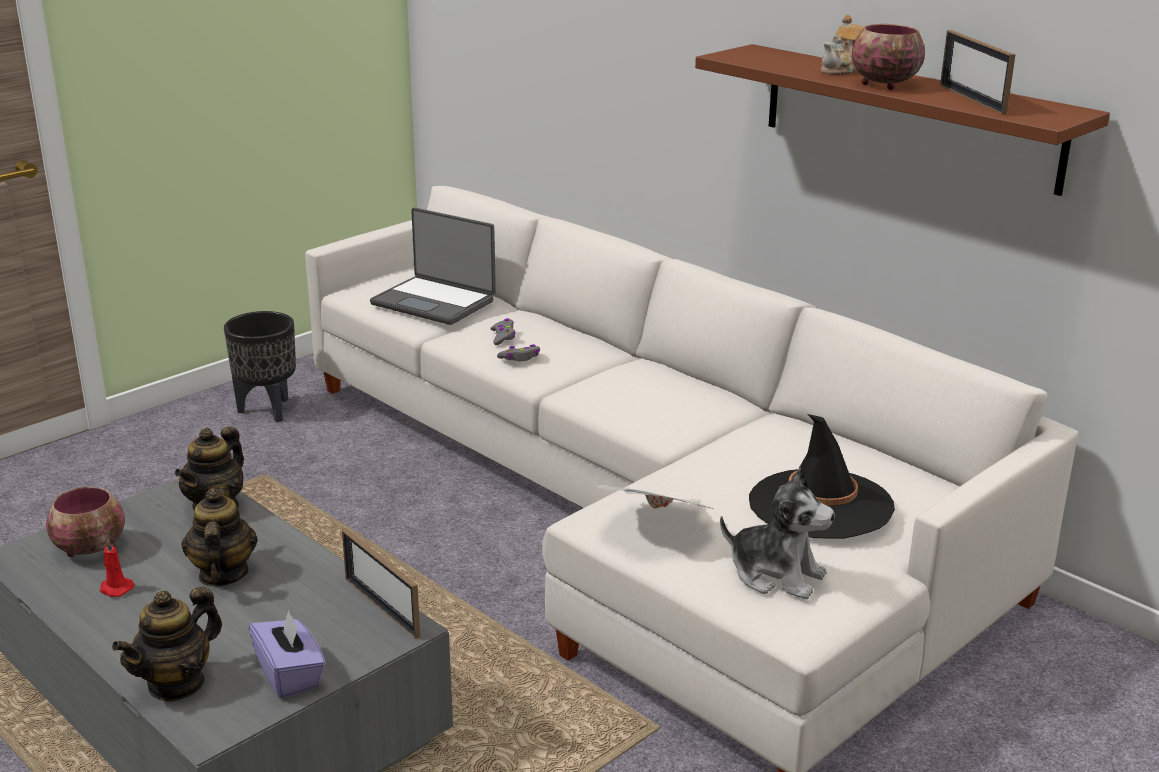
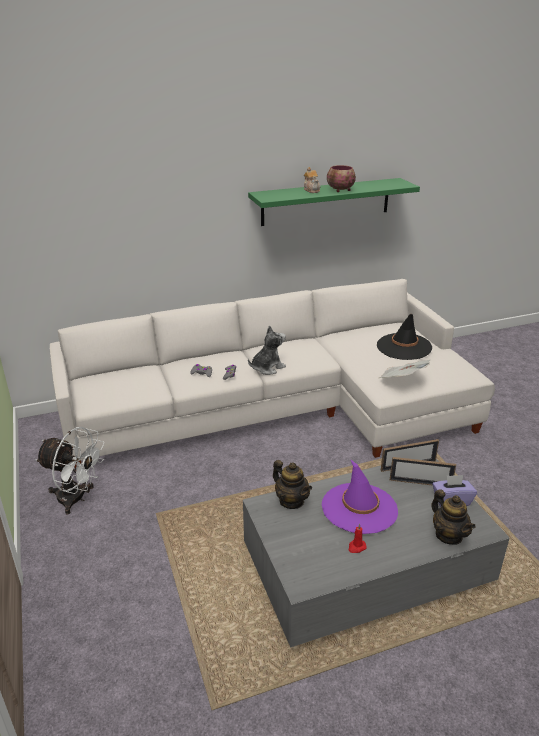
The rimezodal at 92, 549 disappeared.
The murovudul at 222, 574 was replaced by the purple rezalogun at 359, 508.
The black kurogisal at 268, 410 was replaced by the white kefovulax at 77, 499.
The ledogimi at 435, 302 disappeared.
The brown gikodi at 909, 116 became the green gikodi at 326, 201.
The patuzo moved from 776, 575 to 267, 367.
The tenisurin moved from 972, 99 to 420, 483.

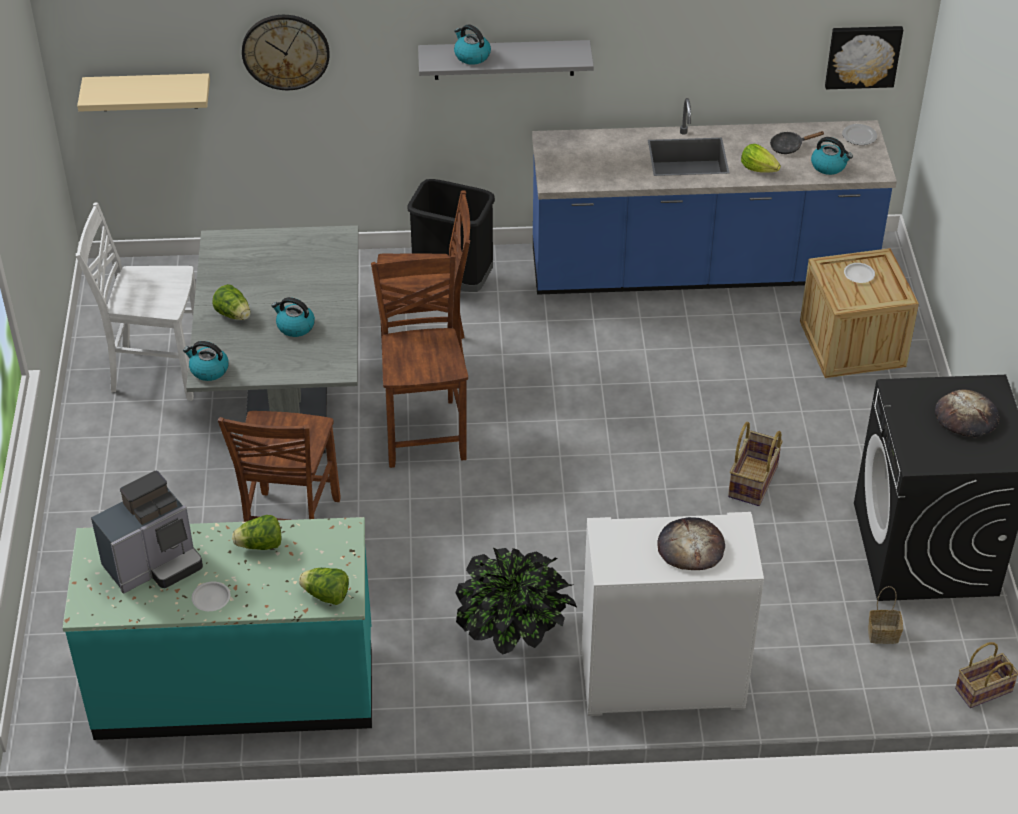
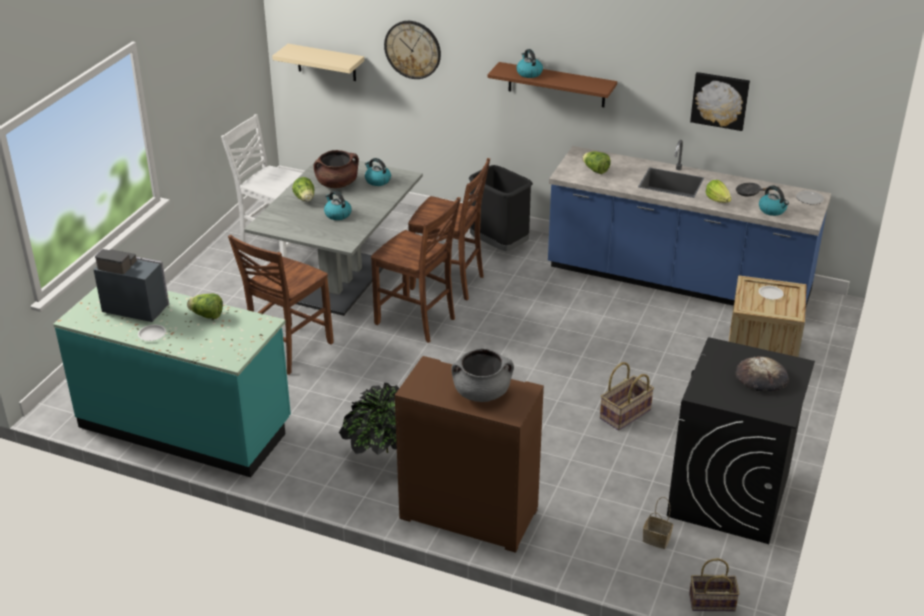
The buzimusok at 154, 564 turned 150 degrees counterclockwise.
The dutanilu moved from 208, 370 to 377, 181.
The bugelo moved from 326, 595 to 595, 170.
The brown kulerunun at 424, 431 turned 105 degrees clockwise.
The grey gikodi at 504, 59 became the brown gikodi at 556, 85.
The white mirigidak at 661, 680 became the brown mirigidak at 467, 514.
The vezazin at 691, 547 was replaced by the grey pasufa at 482, 393.
The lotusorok moved from 862, 55 to 720, 100.
The brown pasufa at 337, 184 appeared.

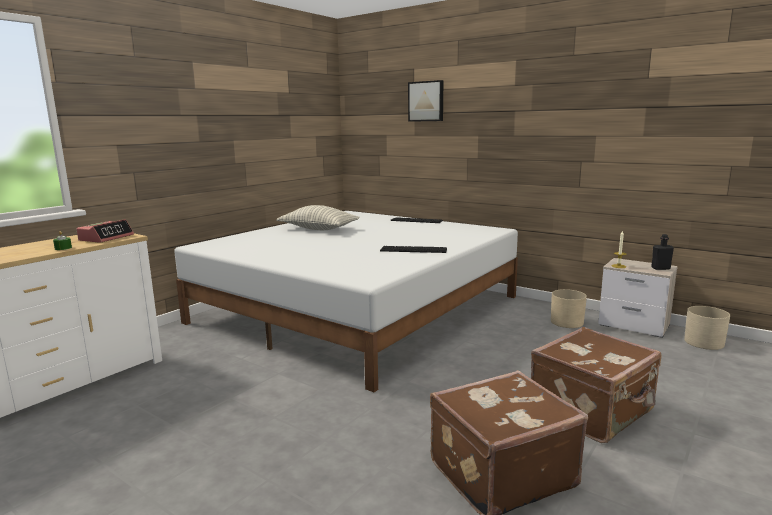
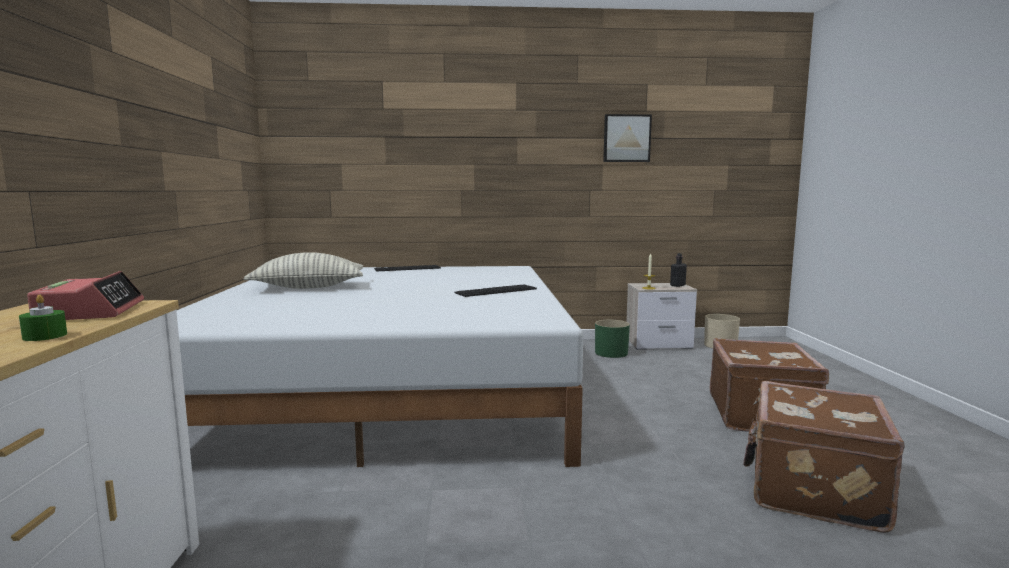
The lotusorok moved from 426, 101 to 626, 138.
The beige kurogisal at 567, 322 became the green kurogisal at 611, 353.

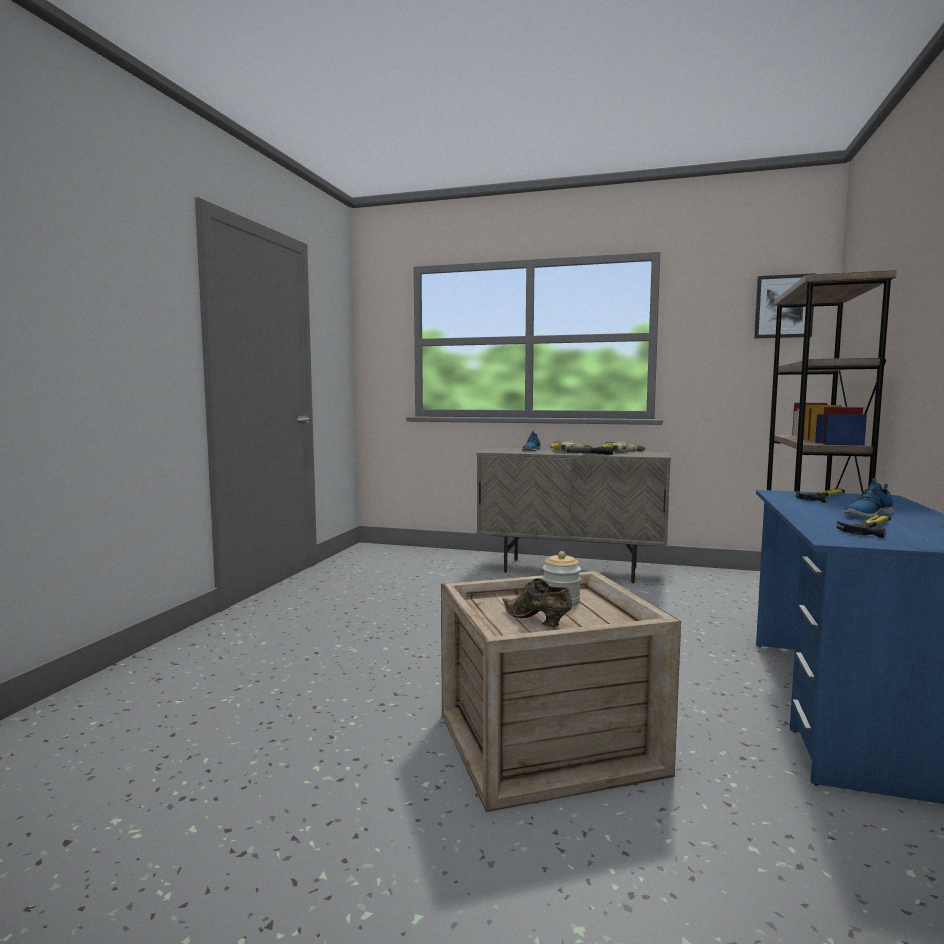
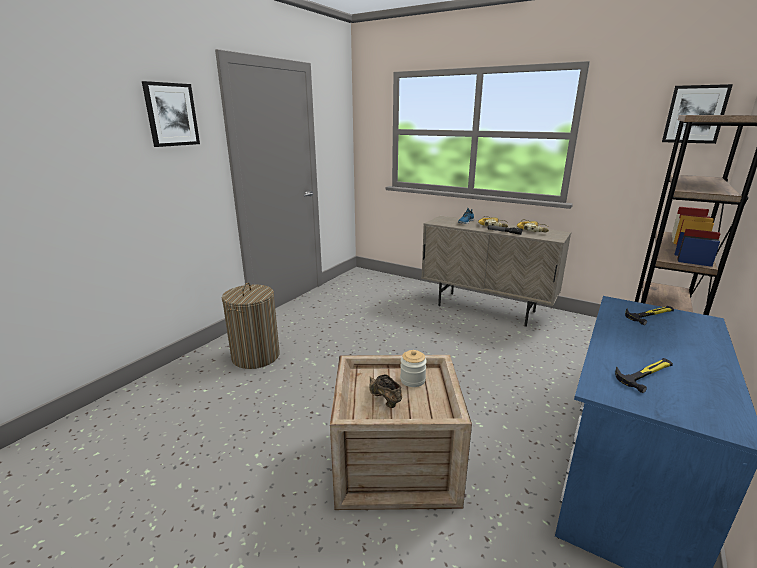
The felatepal at 867, 514 disappeared.
The lotusorok at 171, 114 appeared.
The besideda at 255, 356 appeared.

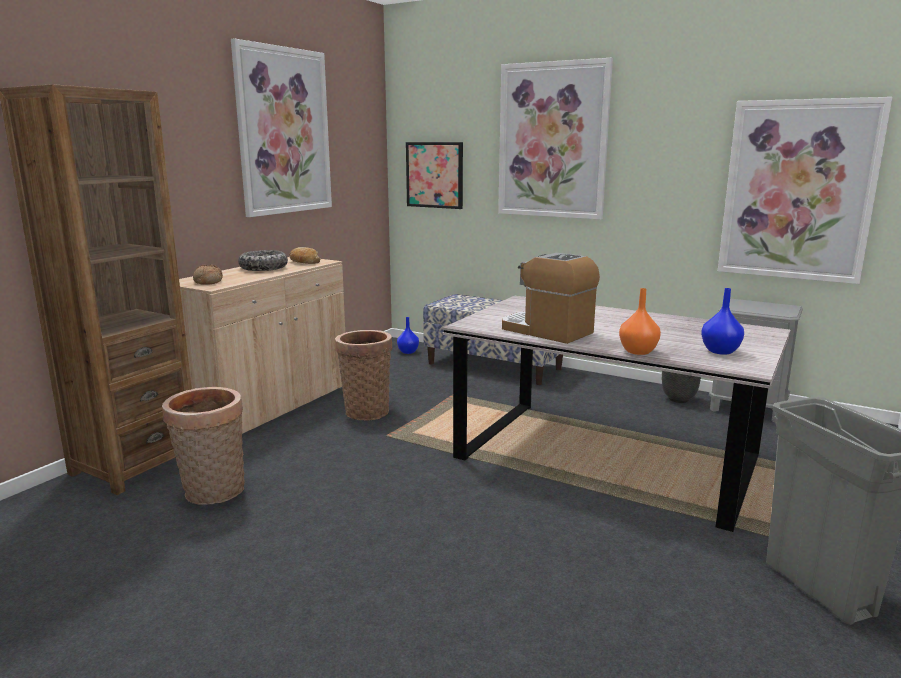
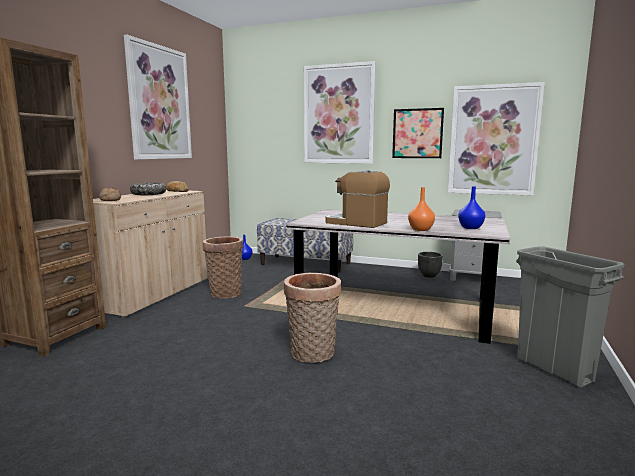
The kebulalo moved from 213, 493 to 312, 355.
The lotusorok moved from 435, 175 to 417, 133.

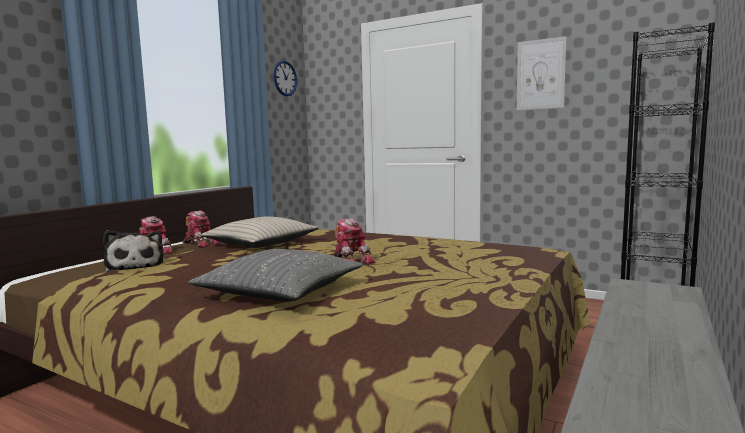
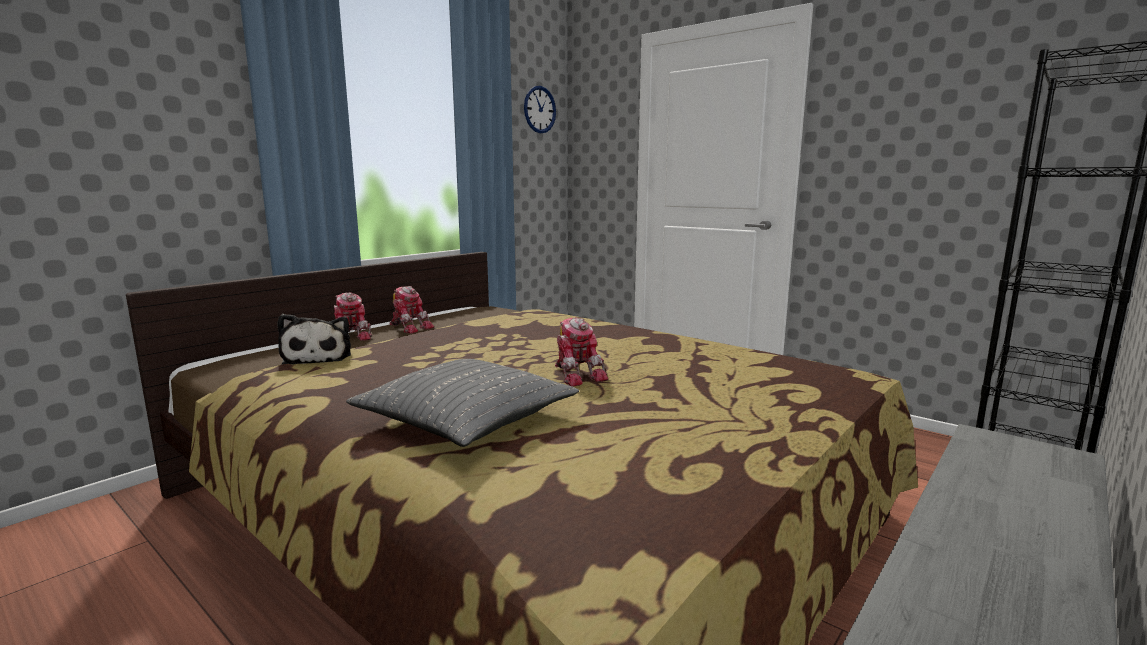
The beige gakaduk at 261, 243 disappeared.
The lotusorok at 540, 74 disappeared.

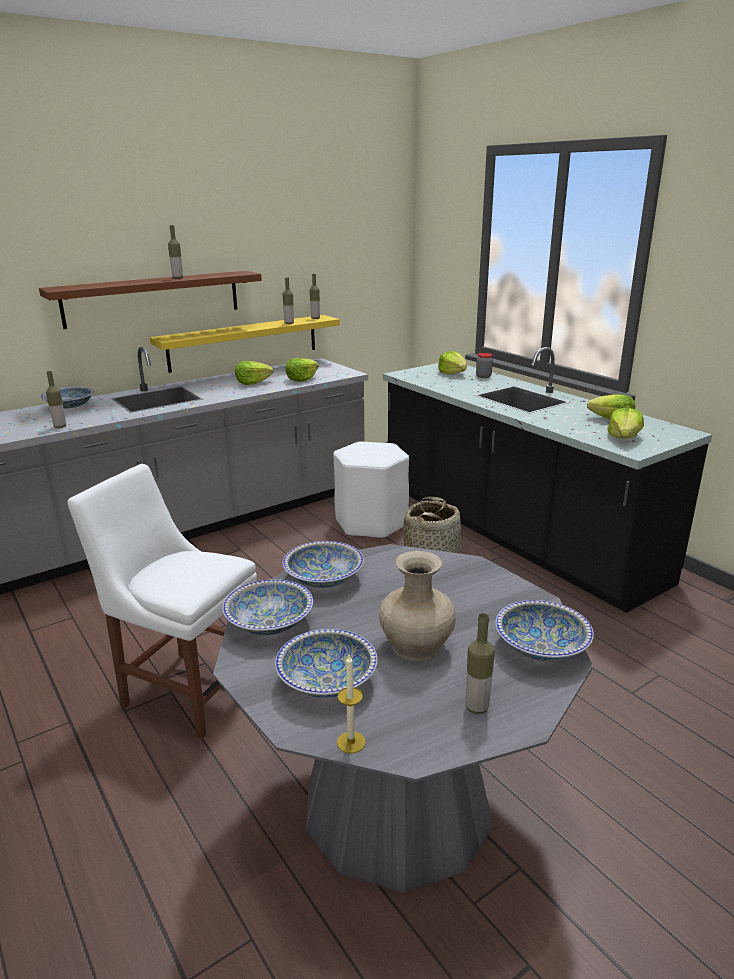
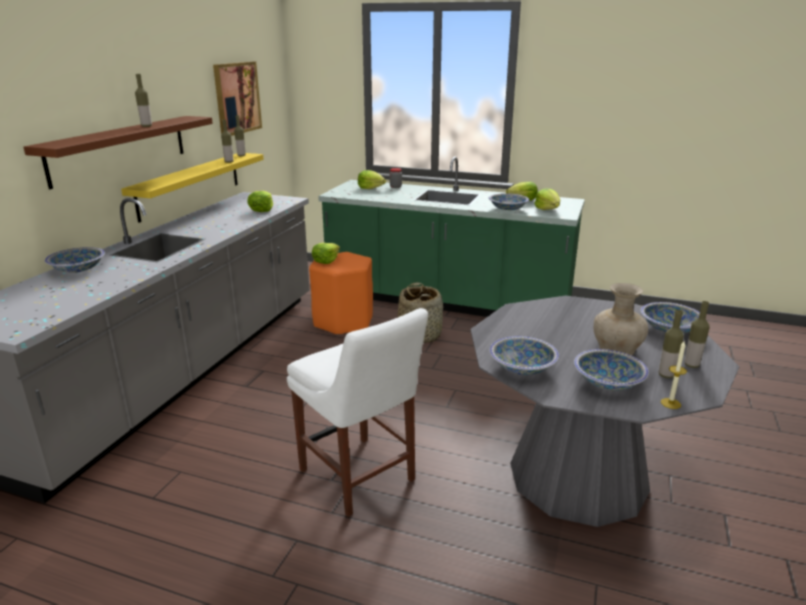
The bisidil moved from 60, 426 to 666, 375.
The white kulerunun at 186, 689 turned 120 degrees counterclockwise.
The bugelo moved from 252, 383 to 326, 261.
The rimezodal moved from 323, 579 to 507, 209.
The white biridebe at 371, 523 became the orange biridebe at 343, 321.
The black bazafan at 512, 533 became the green bazafan at 447, 301.
The lotusorok at 237, 98 appeared.

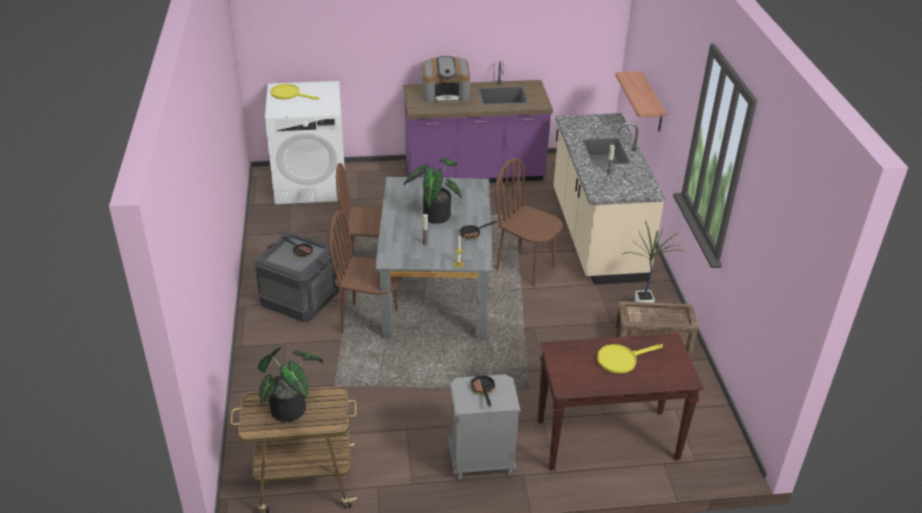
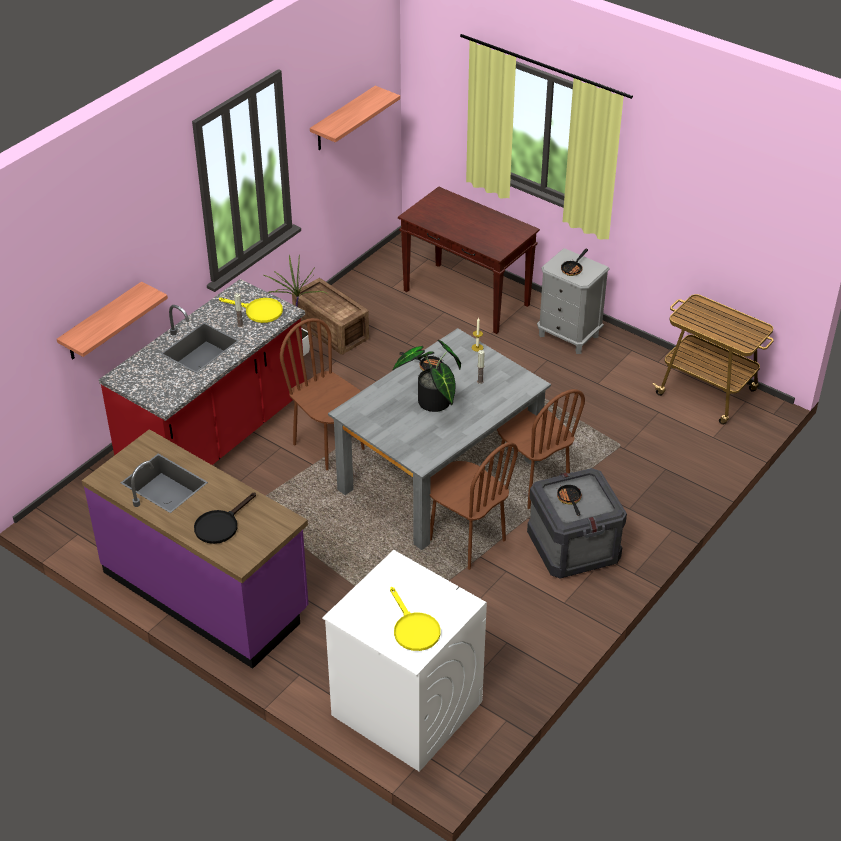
The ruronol at 293, 409 disappeared.
The buzimusok at 446, 94 was replaced by the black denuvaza at 220, 525.
The brown kulerunun at 525, 268 turned 150 degrees clockwise.
The beige bazafan at 596, 235 became the red bazafan at 216, 436.
The yellow denuvaza moved from 621, 359 to 259, 311.
The gikodi at 343, 119 appeared.

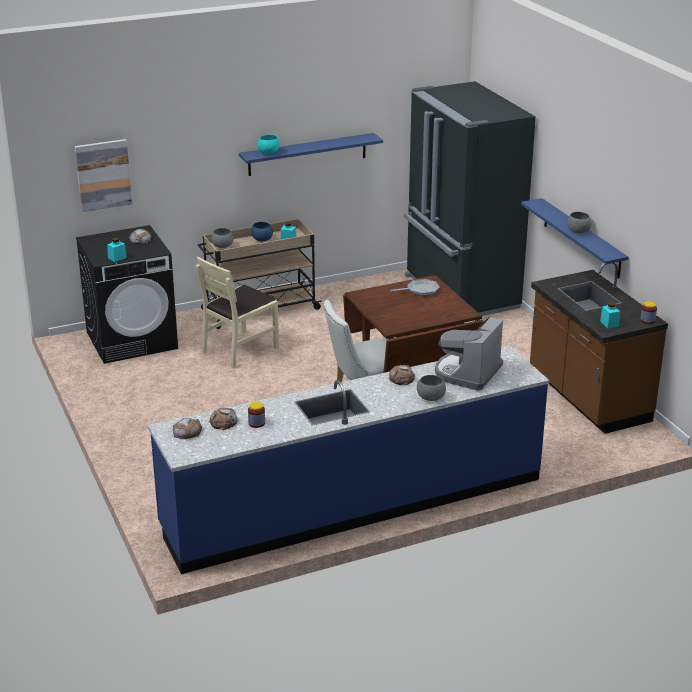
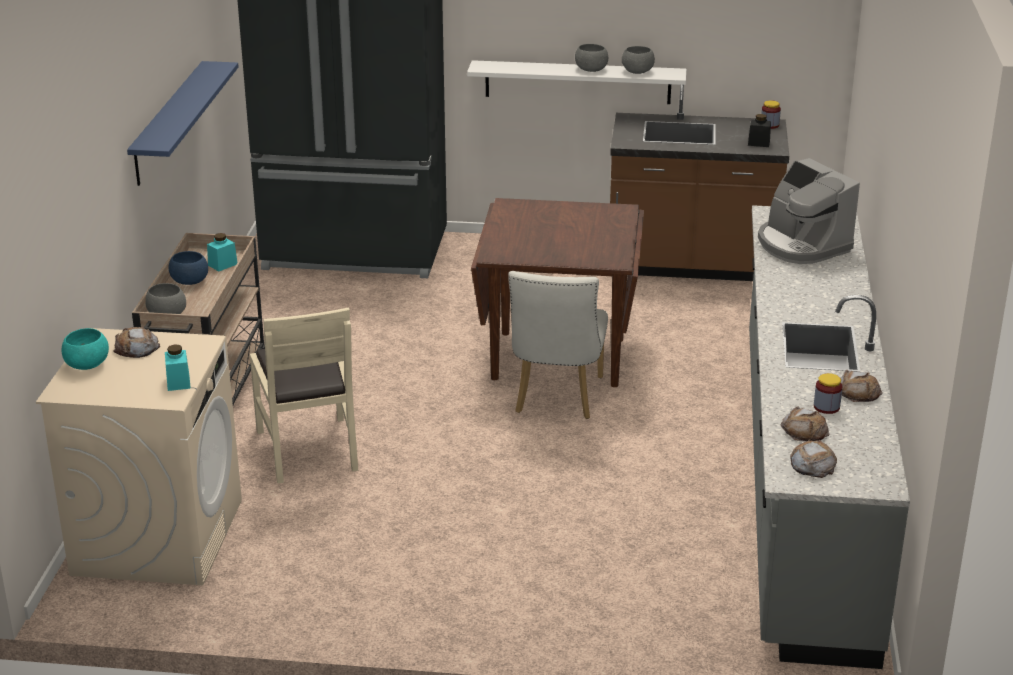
The lotusorok at 103, 175 disappeared.
The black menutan at 132, 340 became the beige menutan at 158, 536.
The blue bazafan at 353, 503 became the grey bazafan at 801, 481.
The turquoise rimezodal moved from 268, 152 to 86, 365.
The vezazin moved from 402, 378 to 858, 391.
The denuvaza at 420, 290 disappeared.
The grey rimezodal moved from 431, 398 to 638, 72.
The blue gikodi at 582, 238 became the white gikodi at 577, 82.
The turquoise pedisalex at 609, 323 became the black pedisalex at 758, 143.

